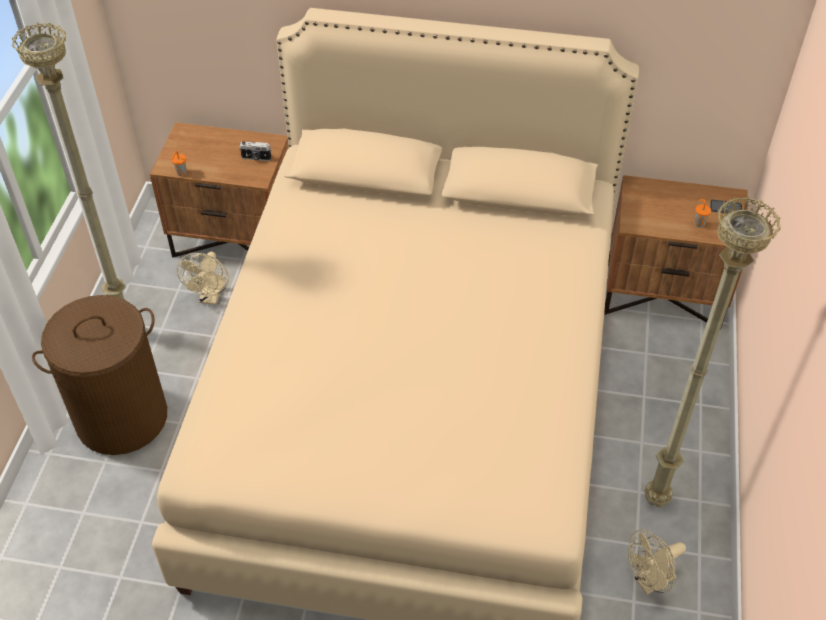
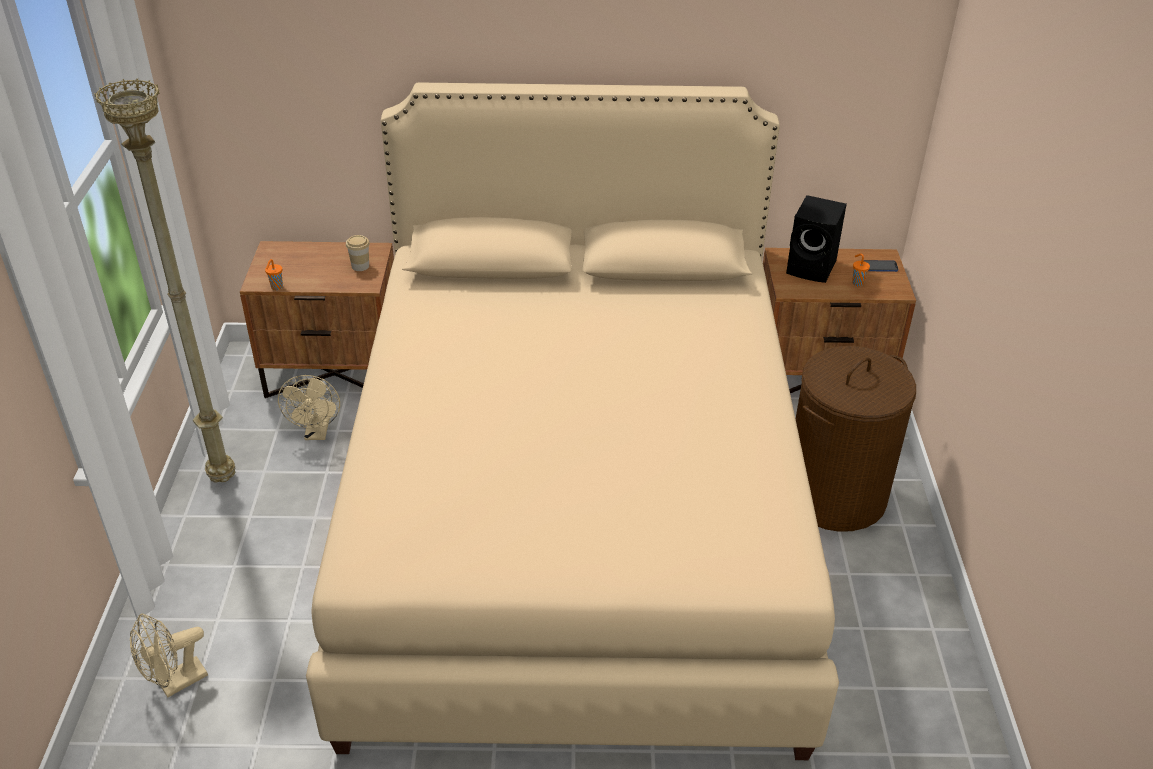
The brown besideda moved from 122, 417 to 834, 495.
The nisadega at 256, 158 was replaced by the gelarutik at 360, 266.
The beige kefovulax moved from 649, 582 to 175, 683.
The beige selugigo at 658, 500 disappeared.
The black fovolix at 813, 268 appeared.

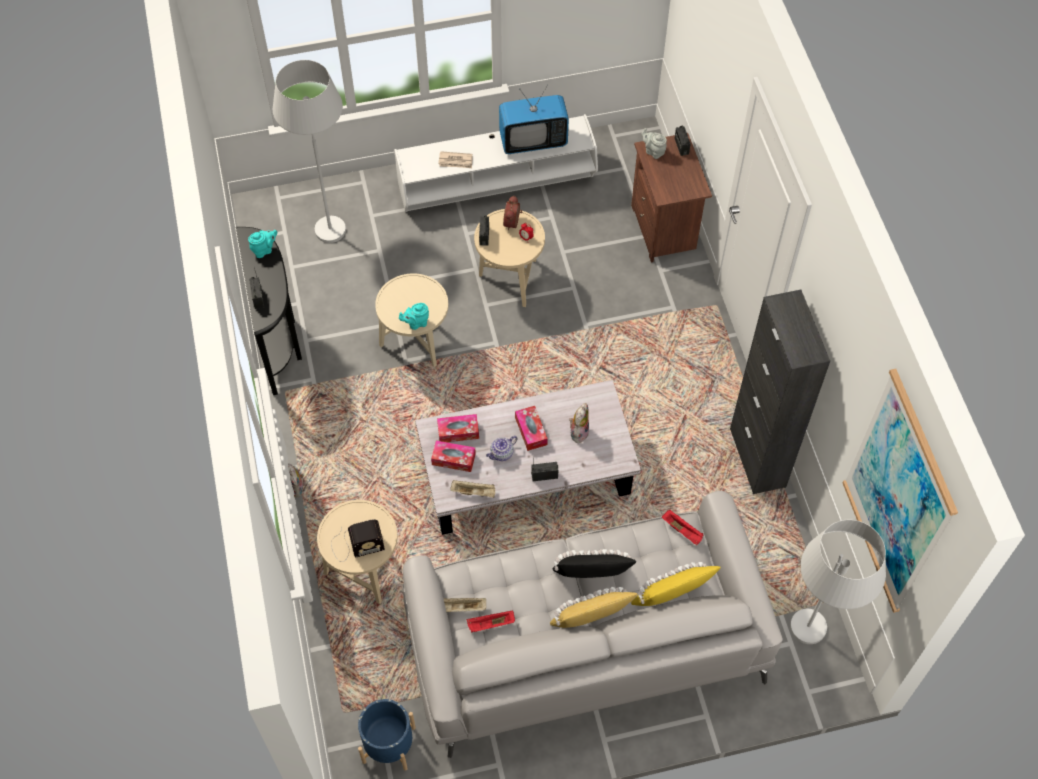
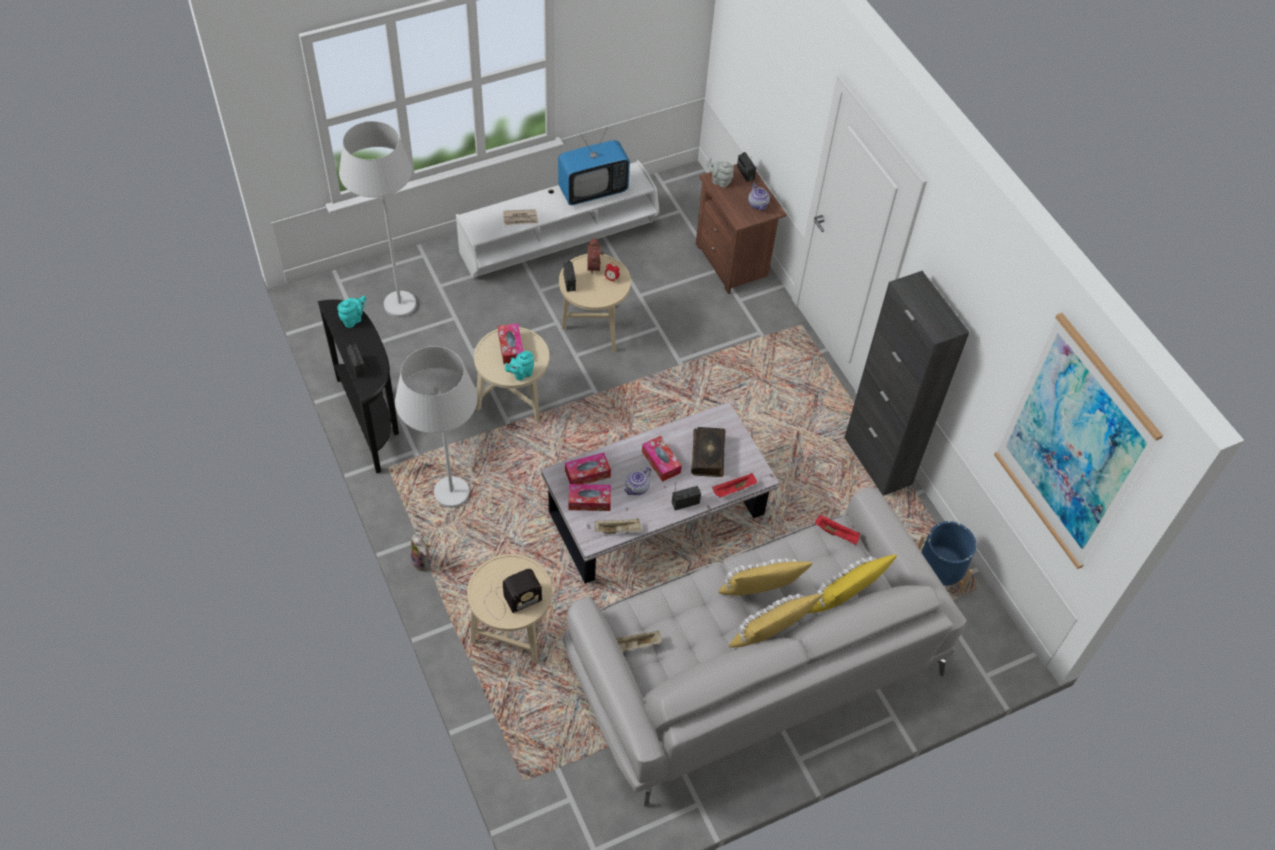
The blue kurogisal moved from 389, 744 to 937, 574.
The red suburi moved from 490, 624 to 733, 490.
The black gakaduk at 592, 580 became the yellow gakaduk at 760, 596.
The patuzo at 578, 432 was replaced by the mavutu at 708, 456.
The white selugigo moved from 806, 646 to 450, 510.
The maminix at 511, 348 appeared.
The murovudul at 758, 205 appeared.

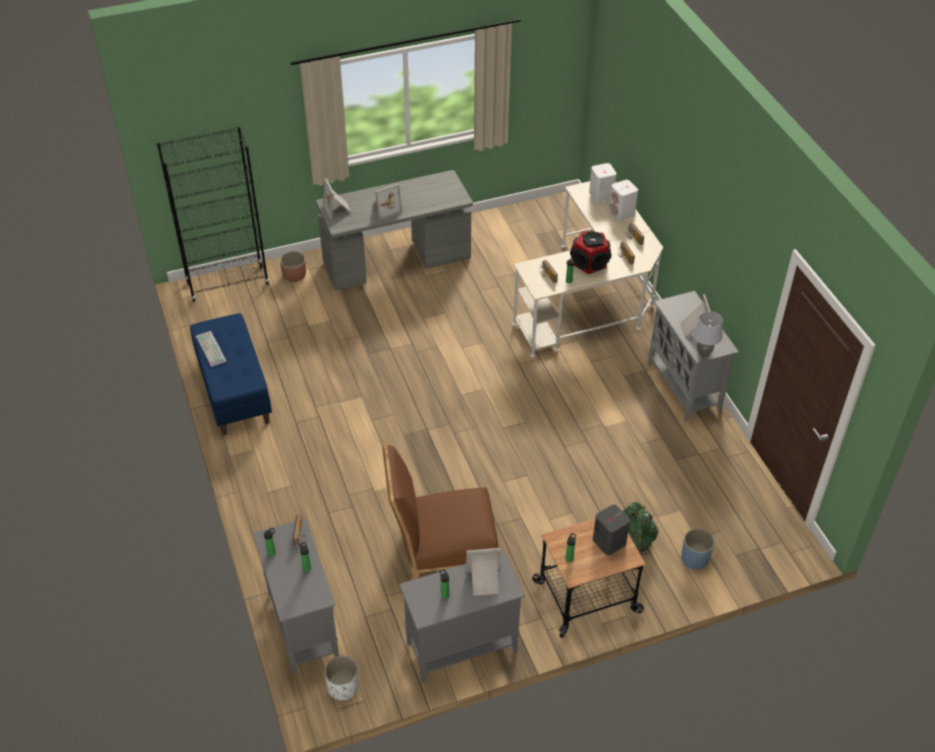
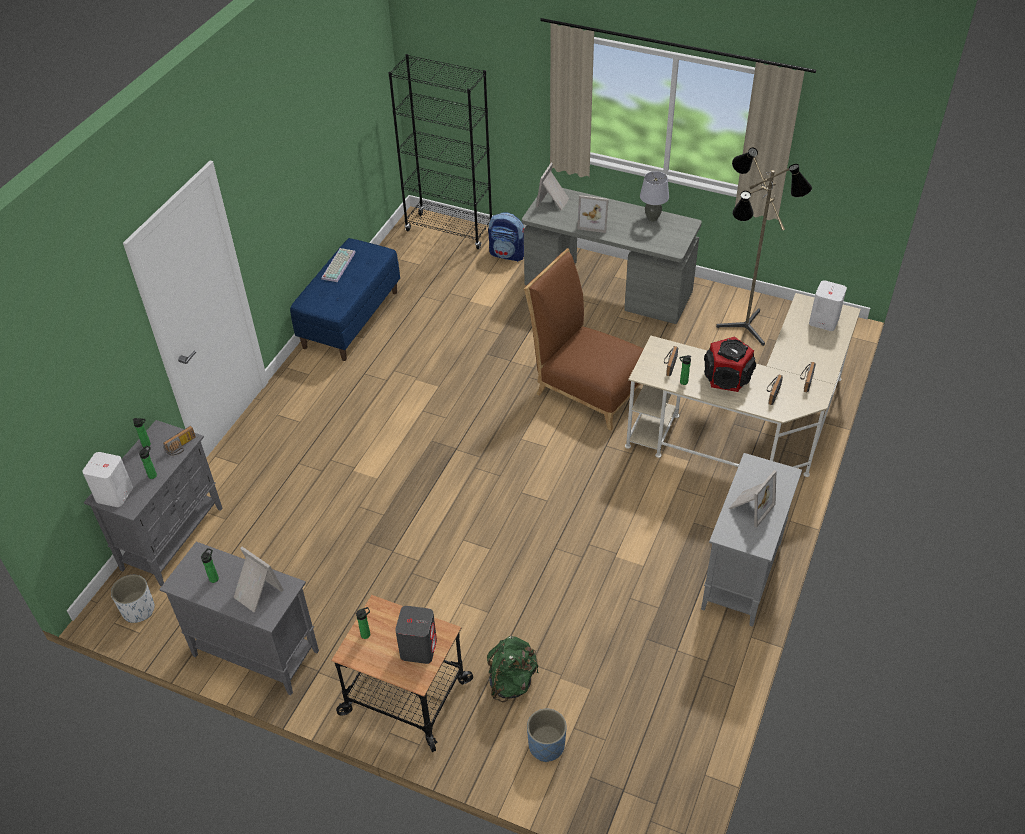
The kurogisal at 294, 276 was replaced by the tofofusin at 507, 254.
The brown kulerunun moved from 442, 547 to 587, 386.
The white fovolix moved from 622, 212 to 114, 494.
The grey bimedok moved from 703, 353 to 652, 218.
The selugigo at 741, 330 appeared.

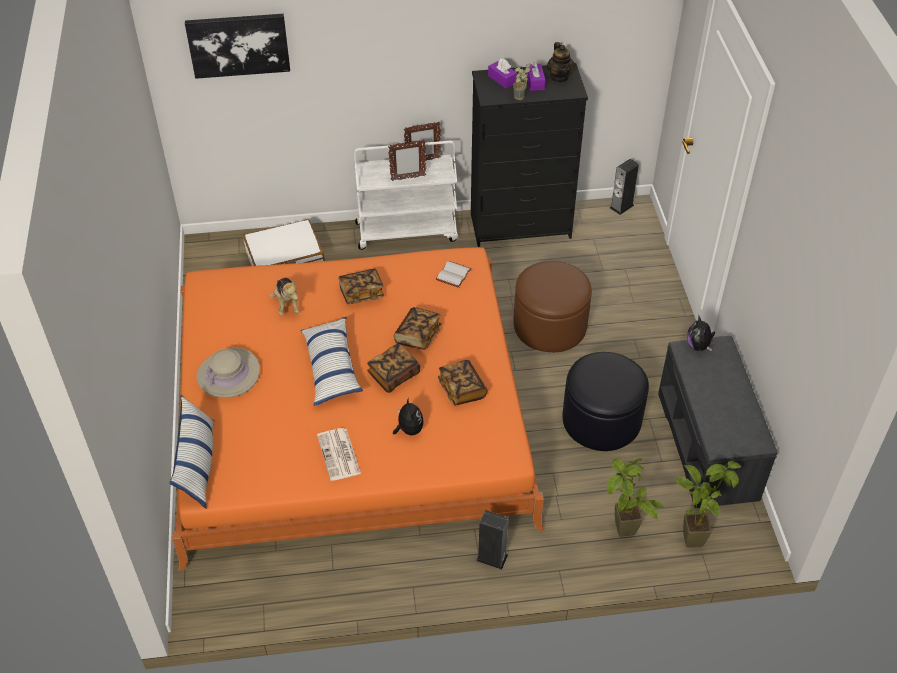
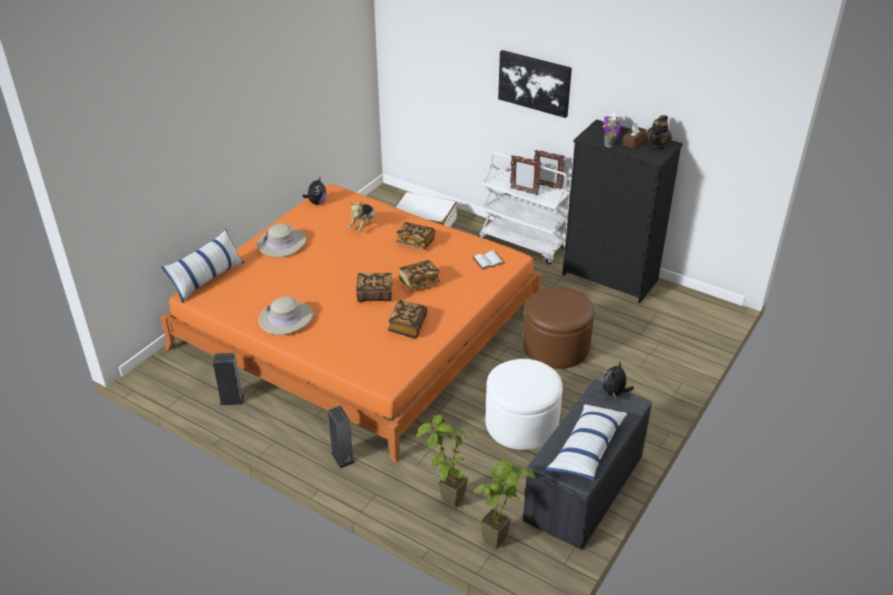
The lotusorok moved from 238, 44 to 534, 83.
The gakaduk moved from 331, 367 to 587, 449.
The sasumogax at 339, 455 was replaced by the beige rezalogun at 286, 318.
The patuzo moved from 409, 430 to 316, 202.
The purple maminix at 535, 82 became the brown maminix at 633, 142.
The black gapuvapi at 601, 420 became the white gapuvapi at 521, 424.
The fovolix moved from 621, 206 to 232, 399.

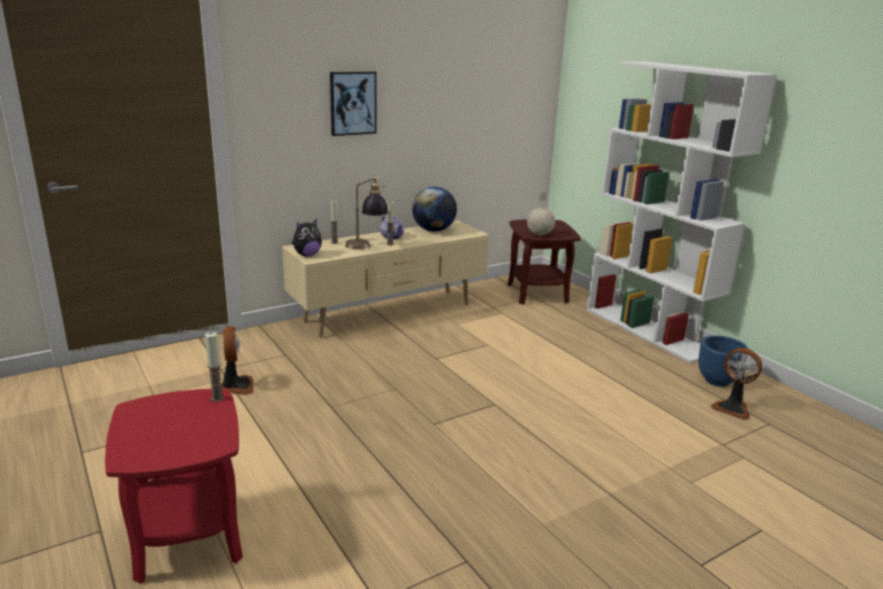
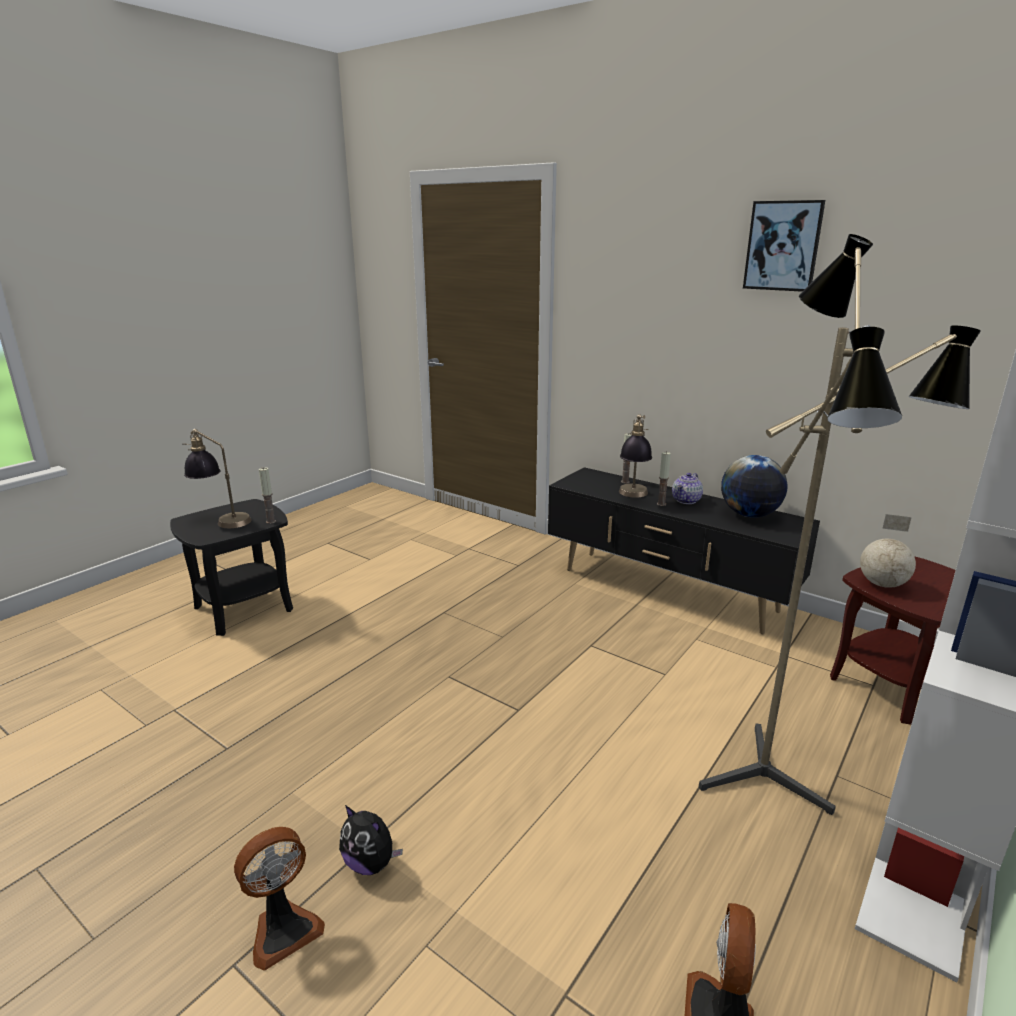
The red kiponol at 187, 536 became the black kiponol at 243, 608.
The kefovulax moved from 236, 386 to 283, 929.
The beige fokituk at 390, 313 became the black fokituk at 667, 591.
The patuzo moved from 307, 255 to 370, 863.
The lotusorok moved from 352, 103 to 783, 246.
The blue kurogisal at 717, 381 disappeared.
The bimedok at 222, 520 appeared.
The selugigo at 777, 776 appeared.

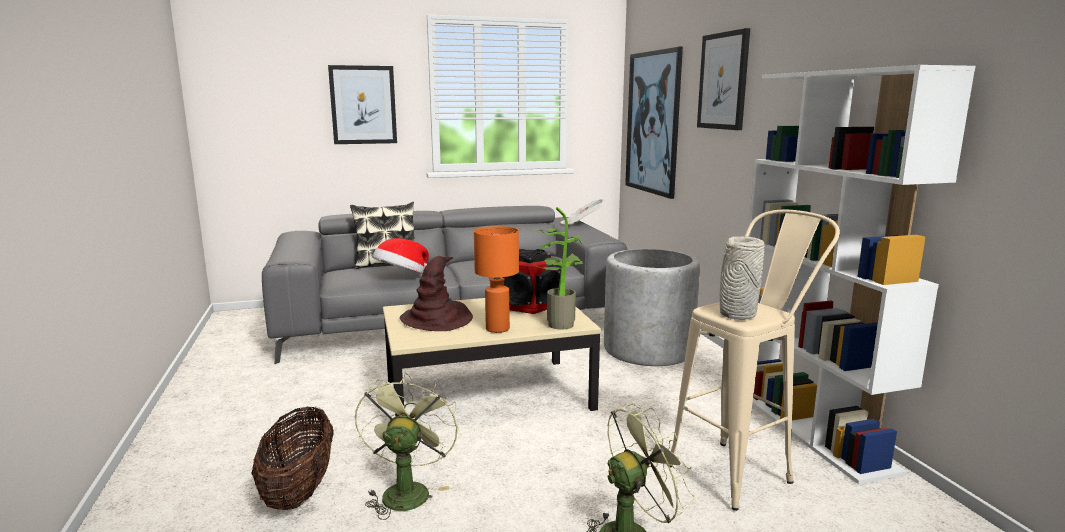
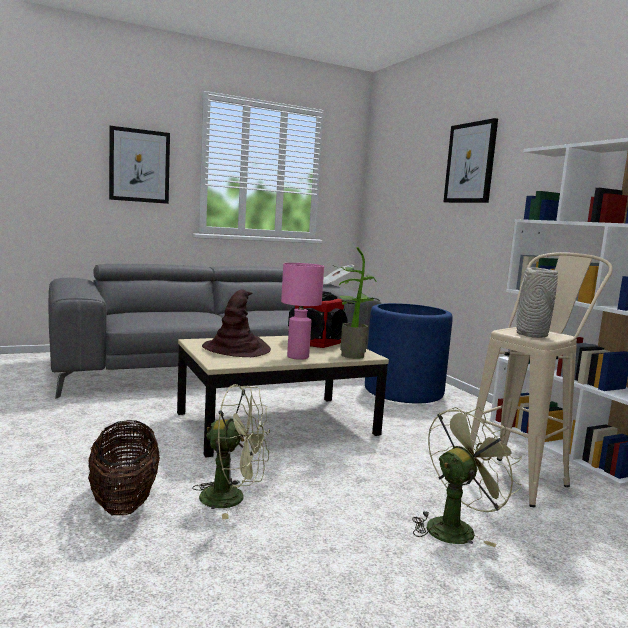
The gakaduk at 387, 263 disappeared.
The green kefovulax at 406, 490 turned 105 degrees clockwise.
The rezalogun at 401, 276 disappeared.
The orange bimedok at 497, 329 became the pink bimedok at 297, 357.
The grey kurogisal at 648, 349 became the blue kurogisal at 404, 391.
The lotusorok at 652, 123 disappeared.

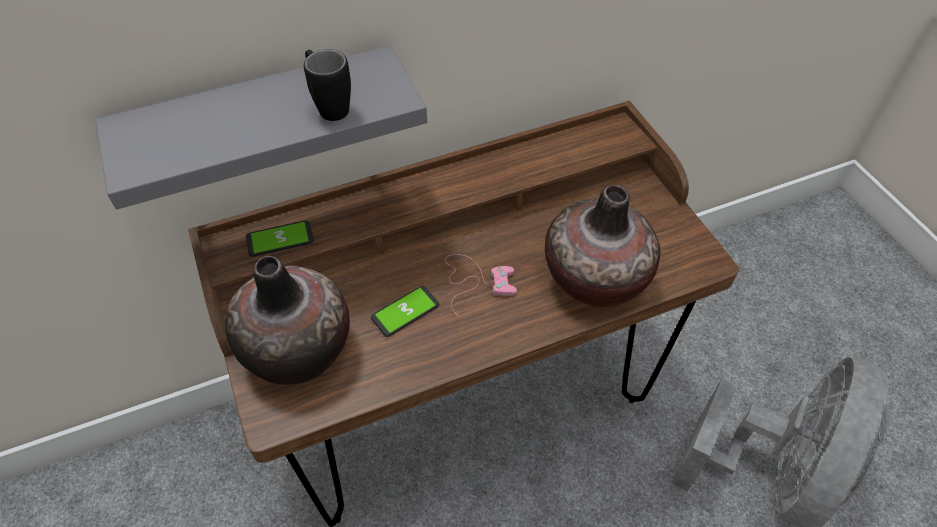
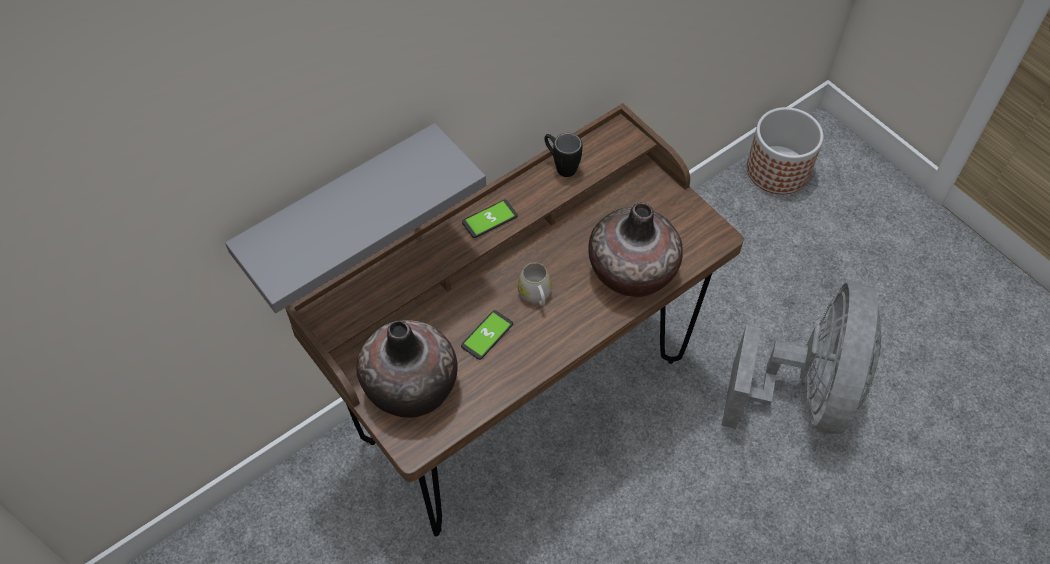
The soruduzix moved from 280, 239 to 489, 219.
The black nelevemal moved from 329, 106 to 561, 166.
The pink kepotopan at 475, 280 was replaced by the white nelevemal at 536, 295.
The kurogisal at 777, 169 appeared.

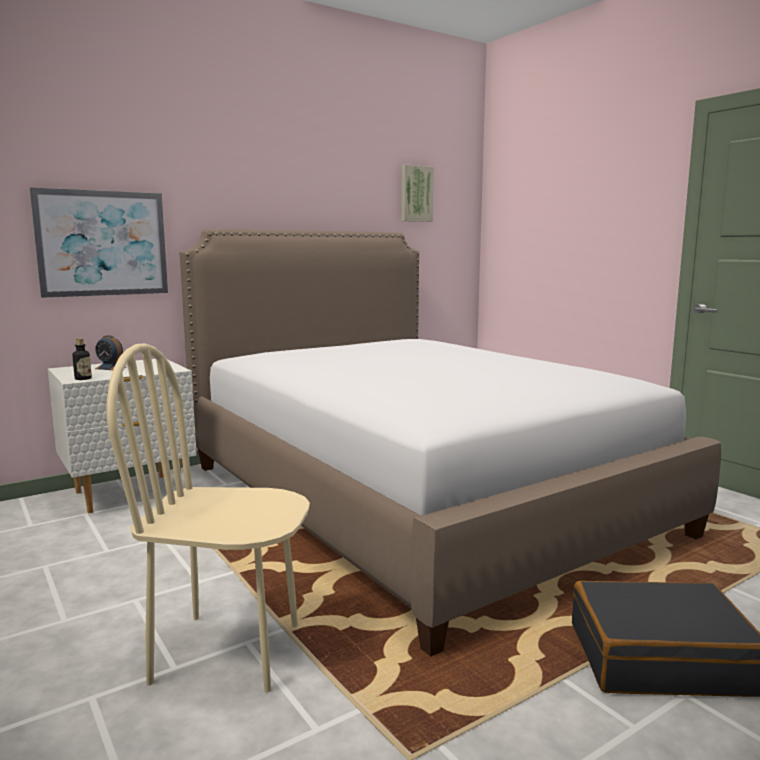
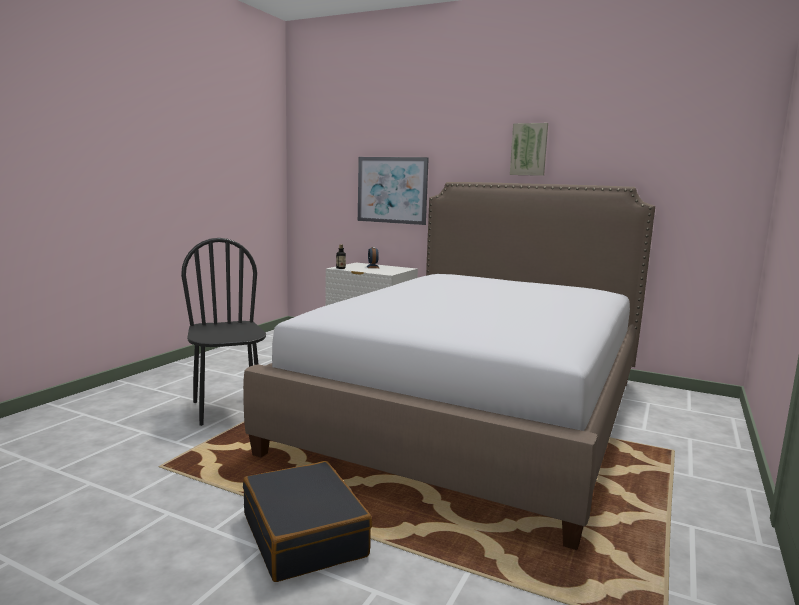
The beige kulerunun at 227, 652 became the black kulerunun at 228, 409.
The lotusorok moved from 416, 194 to 529, 149.

